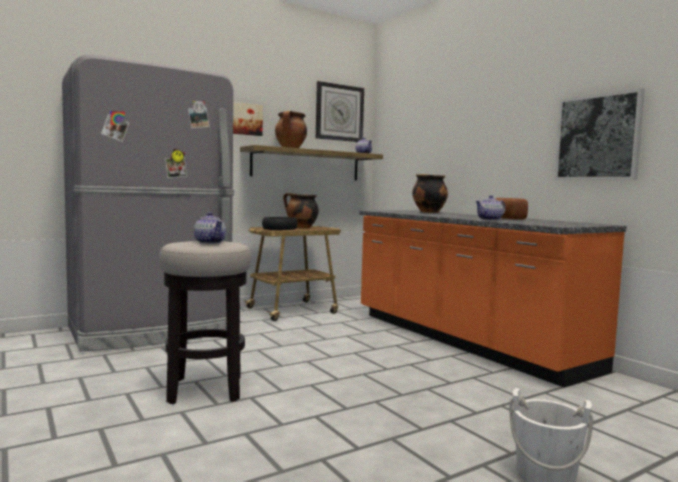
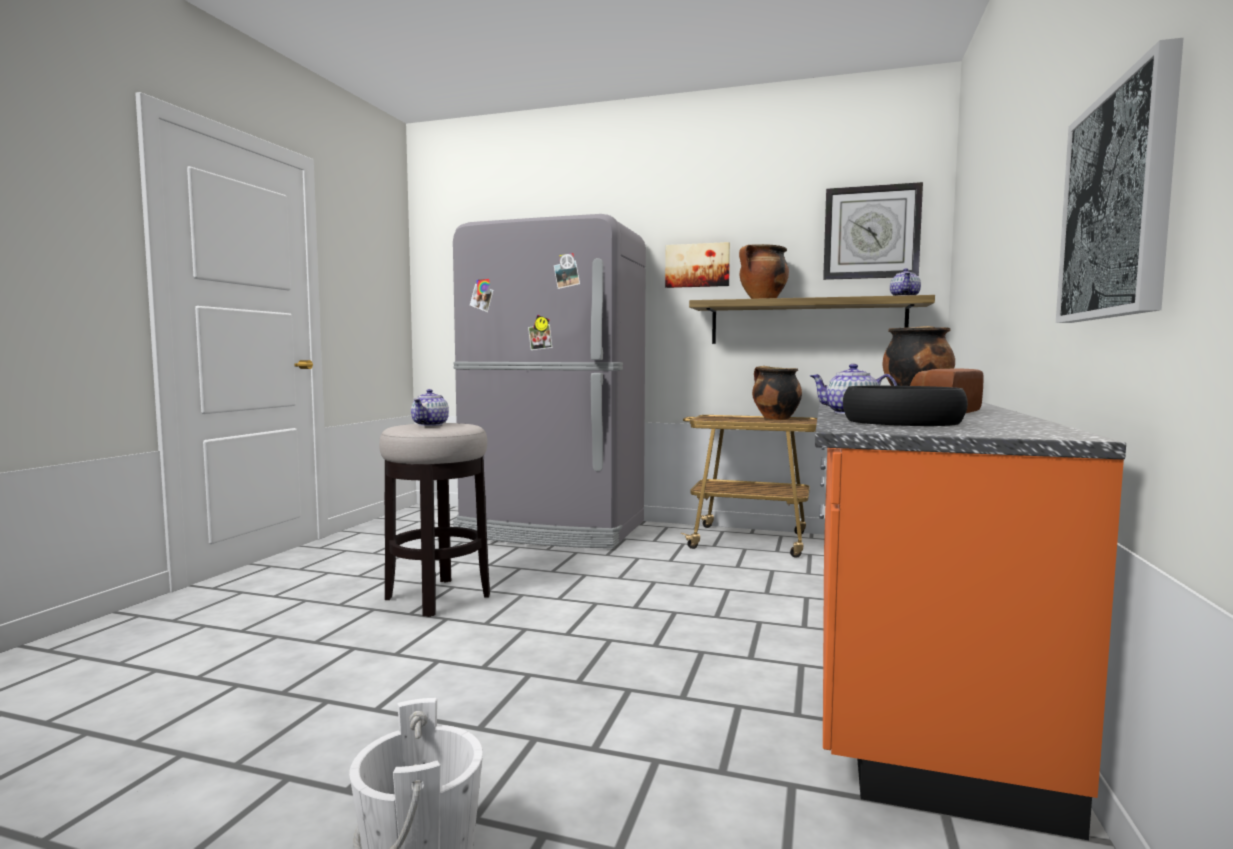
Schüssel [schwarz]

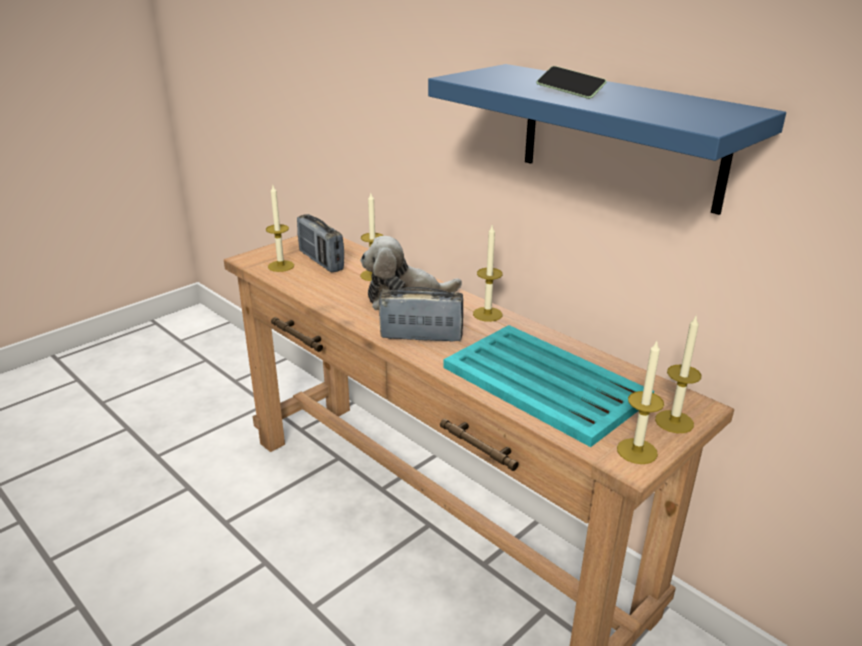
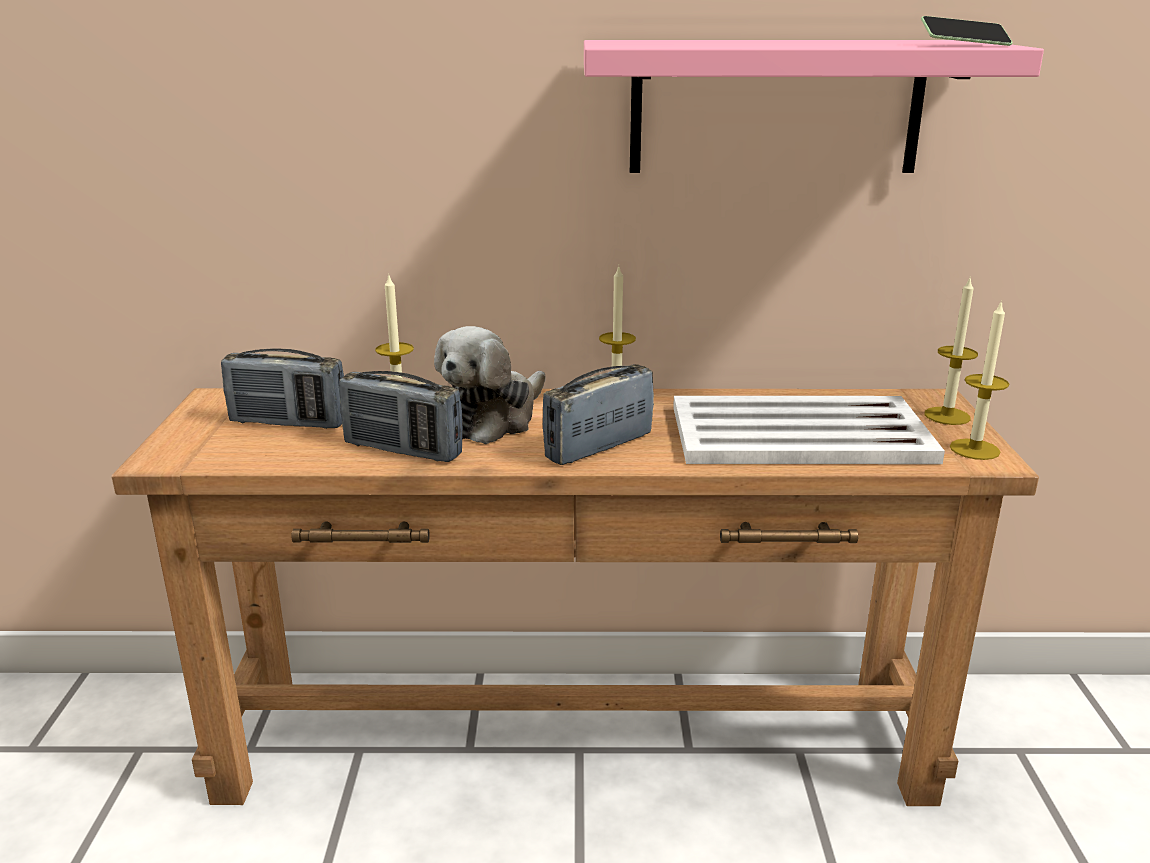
Kerze (1st from left in the first image)
Wandregal [rosa]
Tablett [weiß]
Handy
Radio (2nd from left)

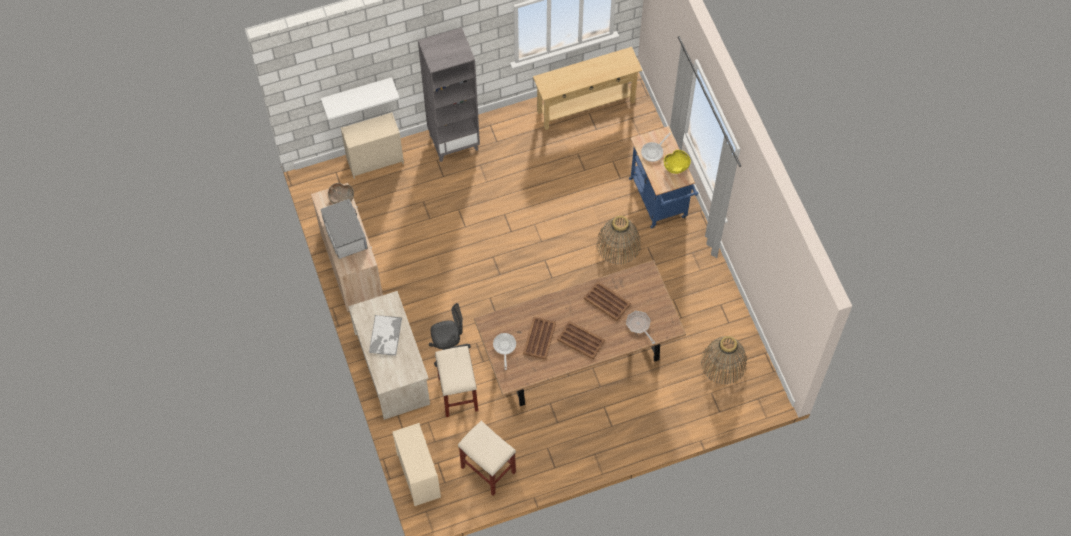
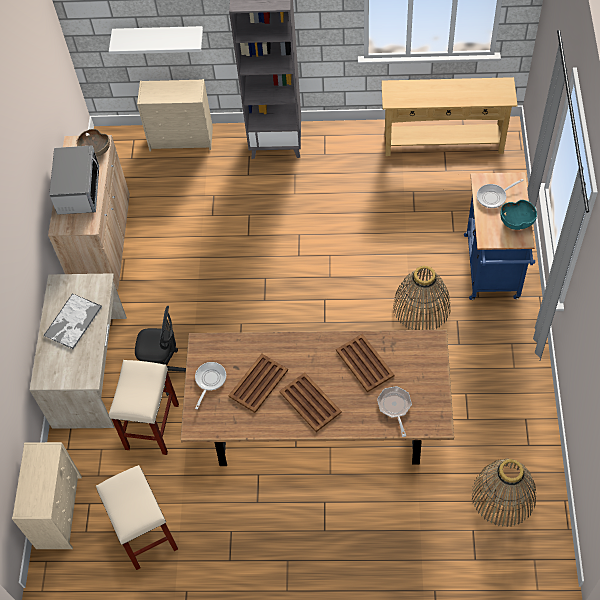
Schüssel [türkis]

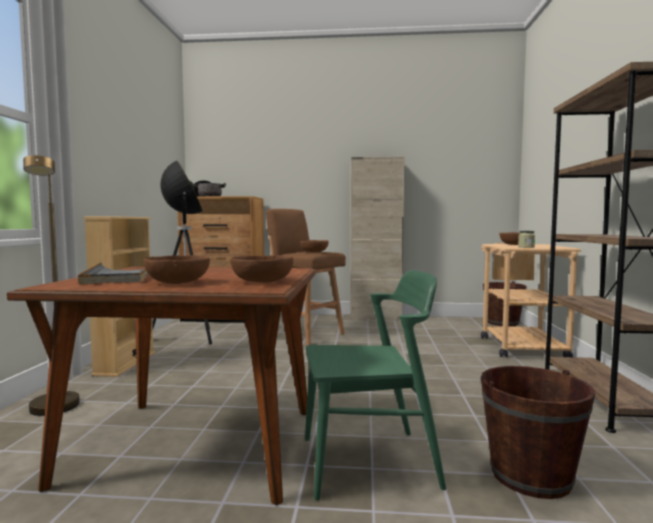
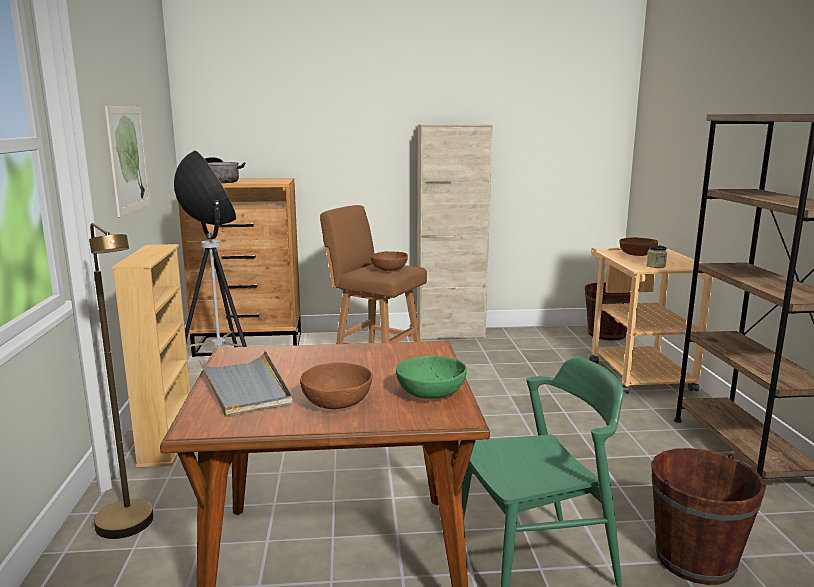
Schüssel [grün]
Bild

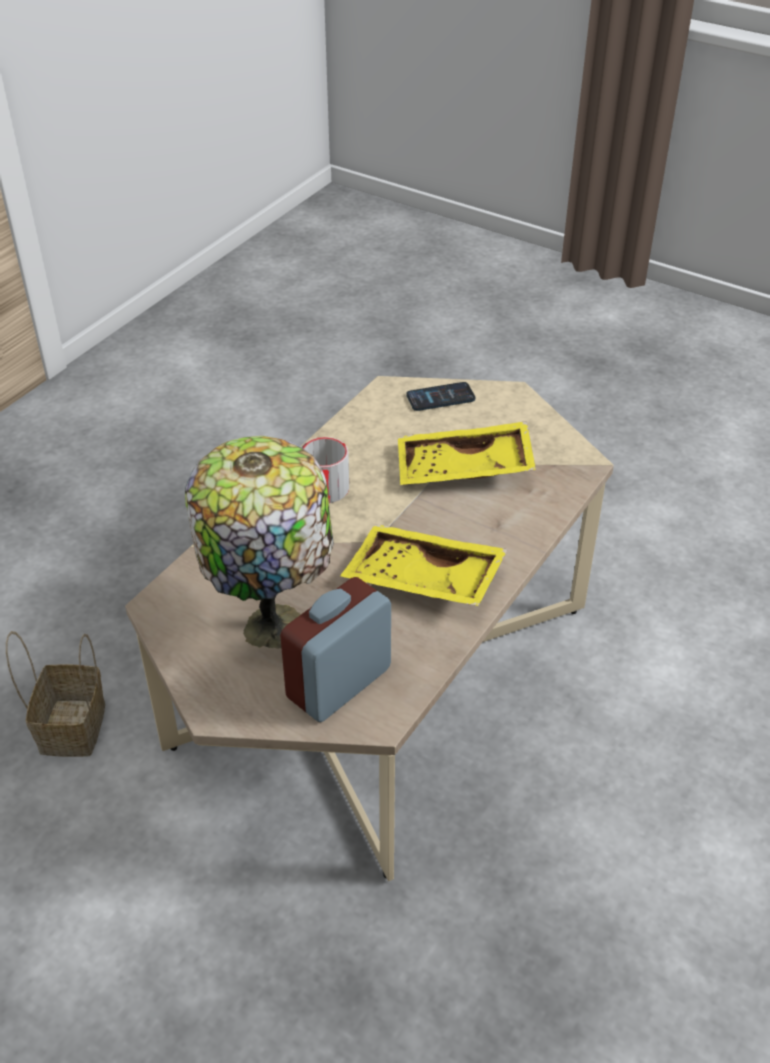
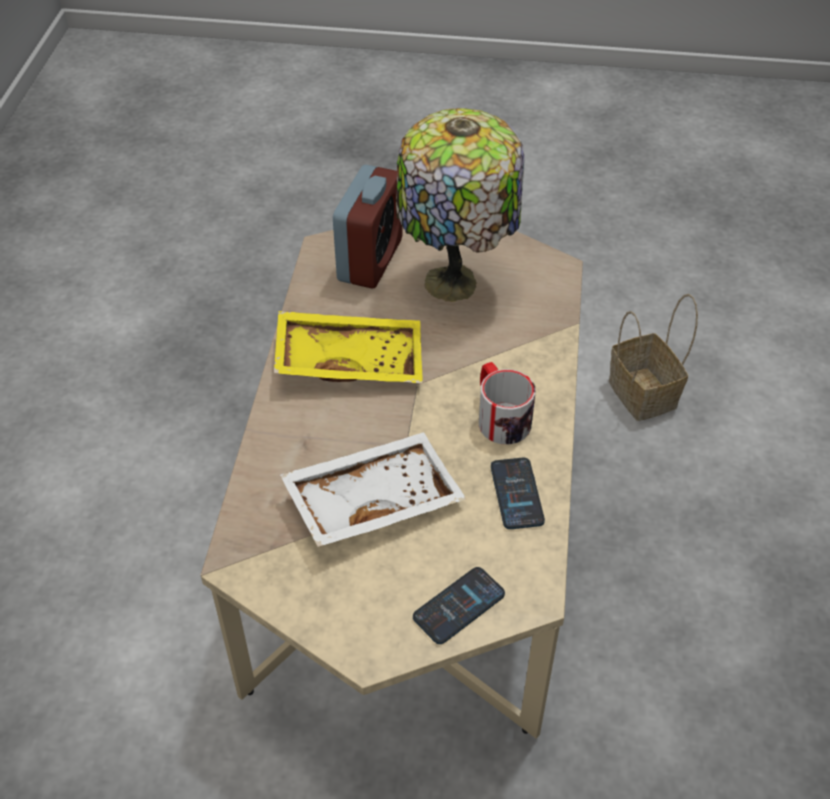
Tablett [weiß]
Handy (2nd from left)

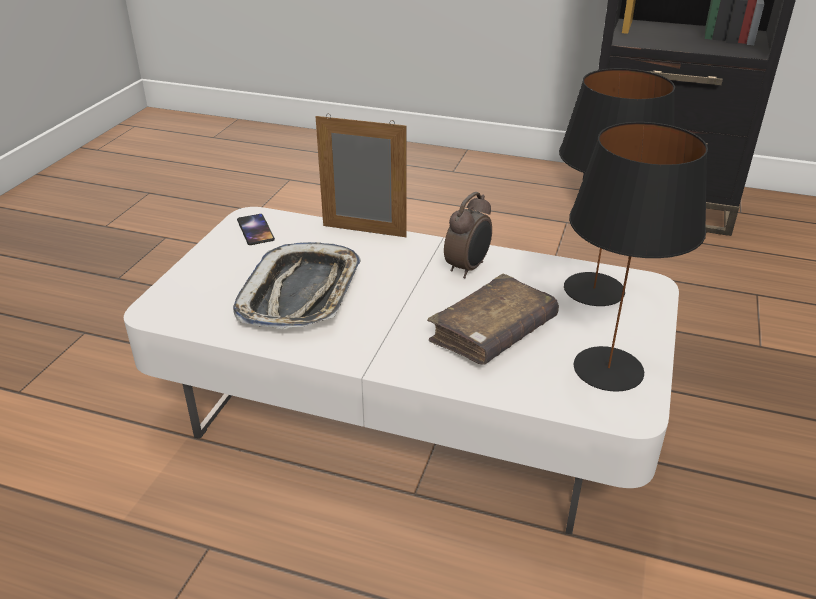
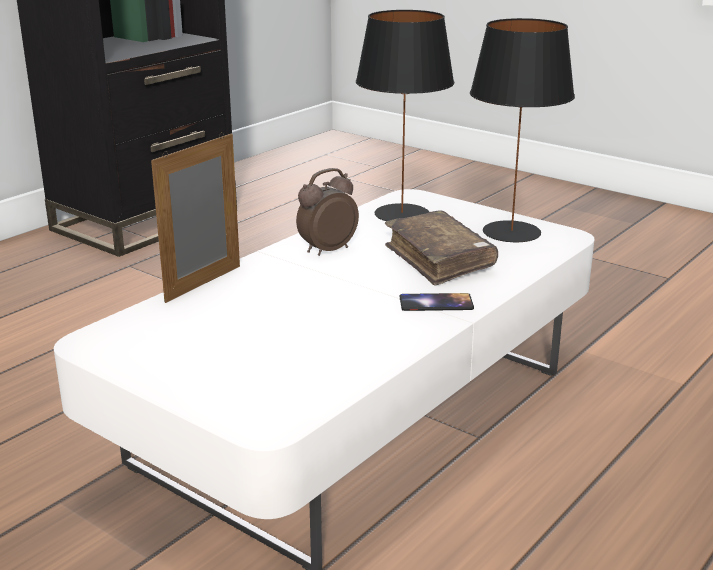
Tablett
Handy
Wecker

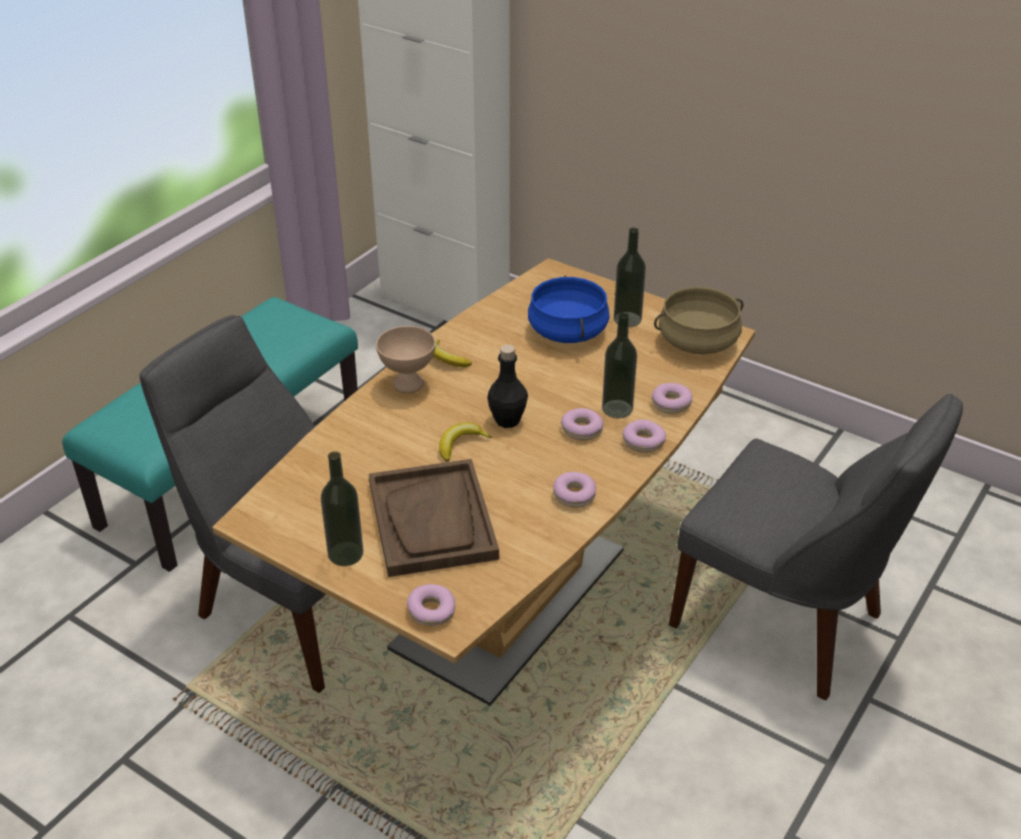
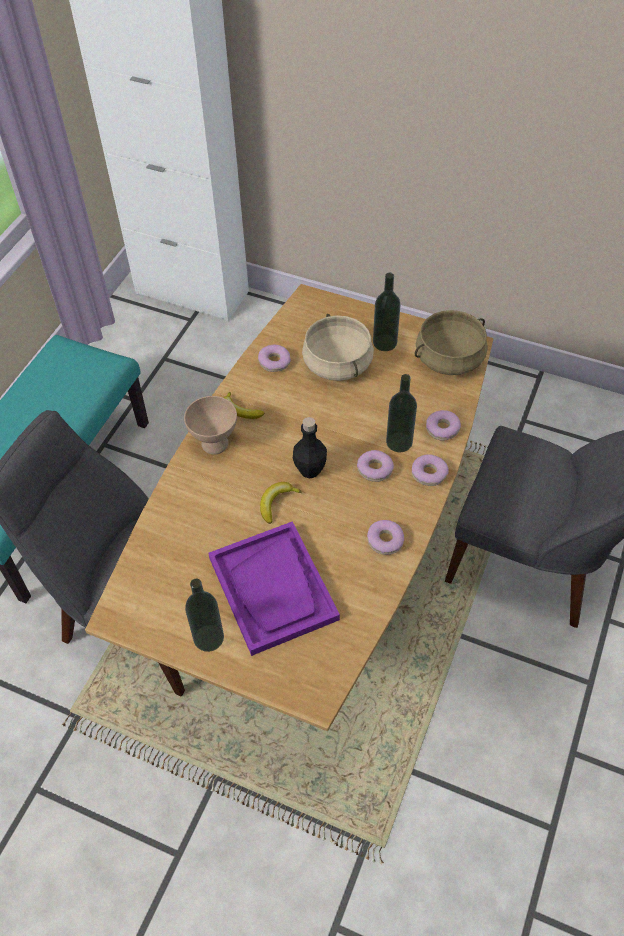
Tablett [lila]
Donut (1st from left)
Kochtopf [beige] (1st from left)

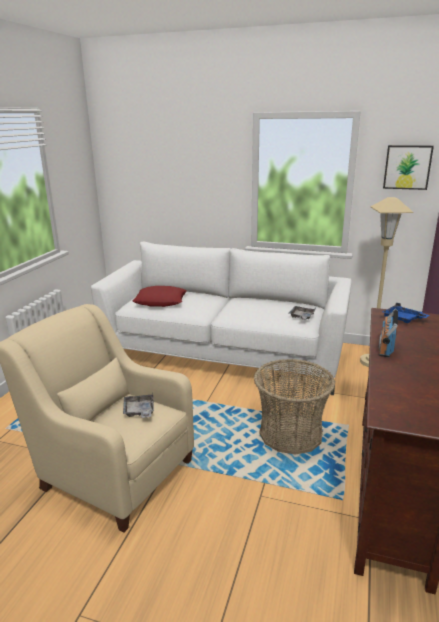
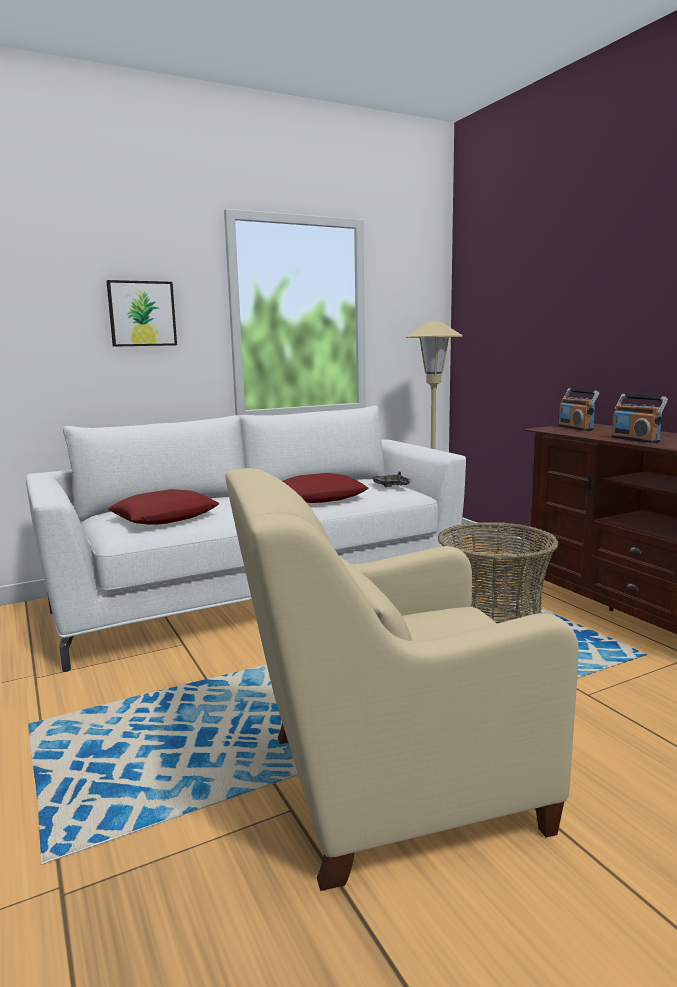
Tablett [grau] (1st from left in the first image)
Radio (1st from left)
Bild
Kissen [rot] (2nd from left)

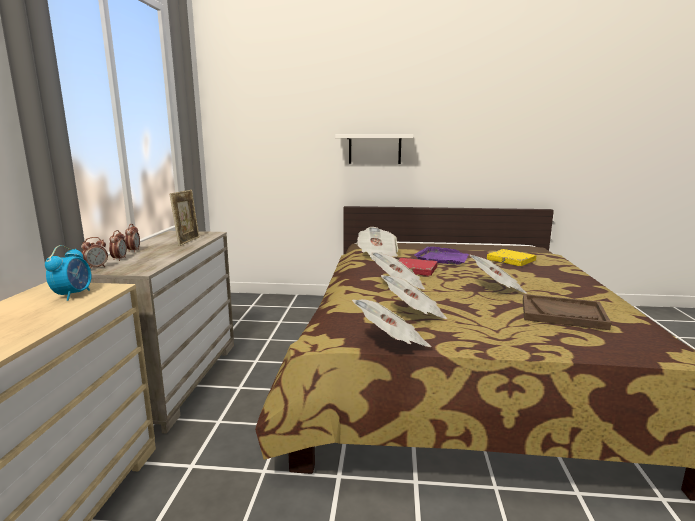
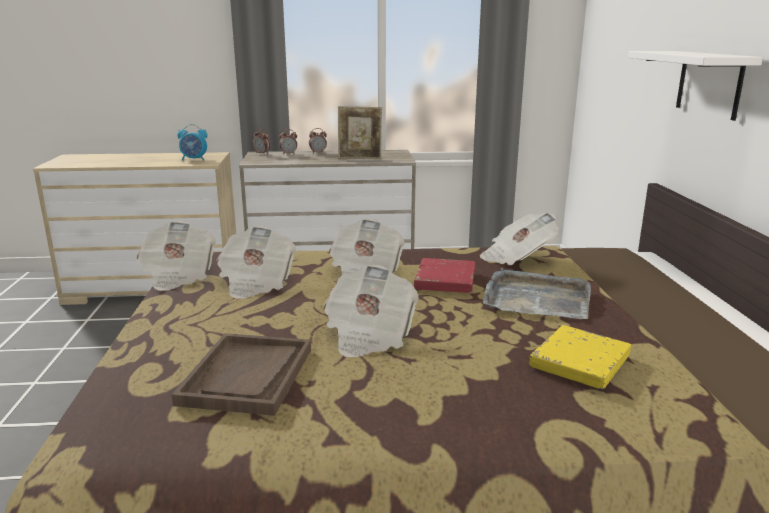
Tablett [grau]

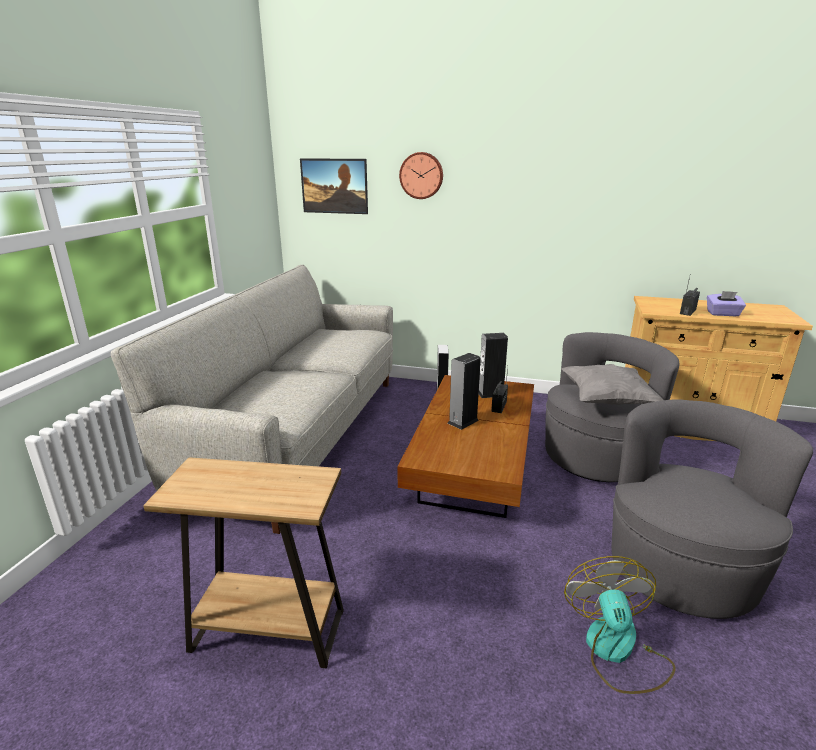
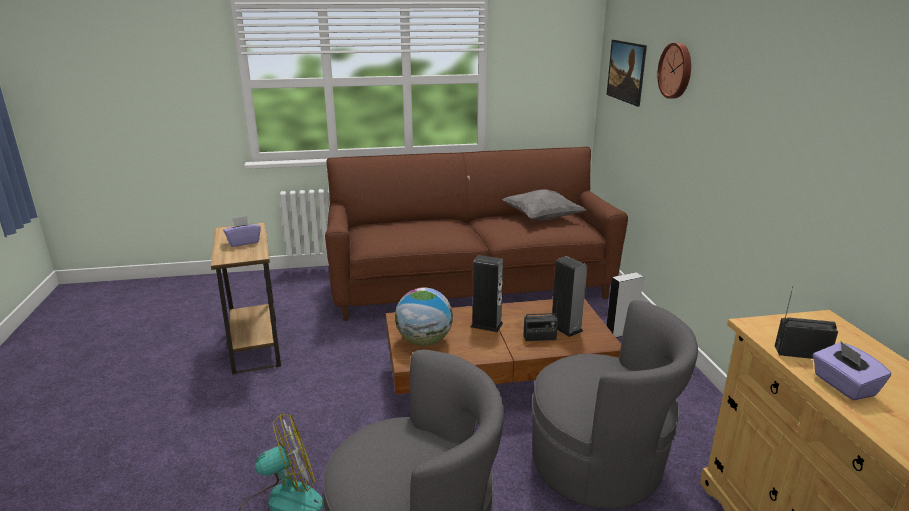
Sofa [braun]
Kissen [grau]
Taschentuchbox [lila] (1st from left)
Globus

